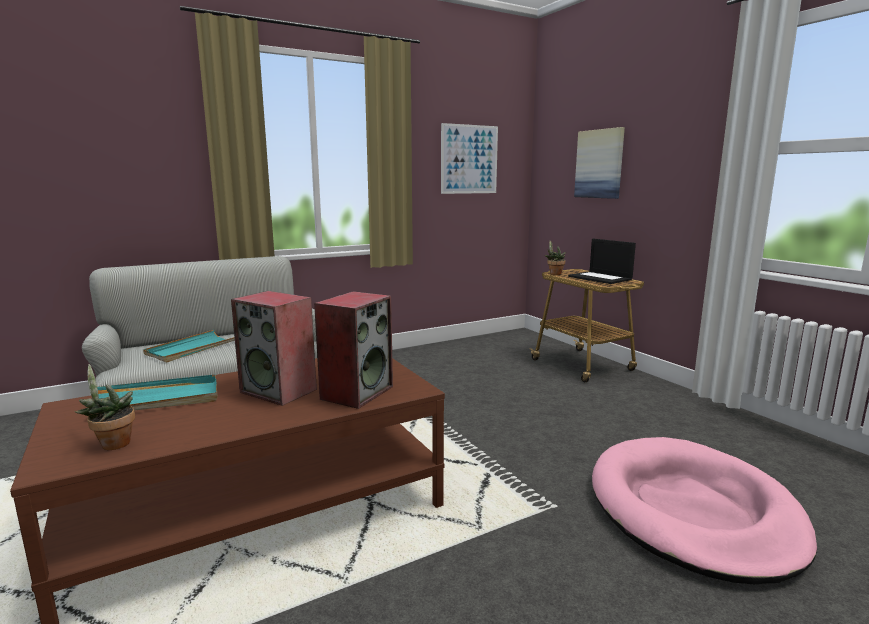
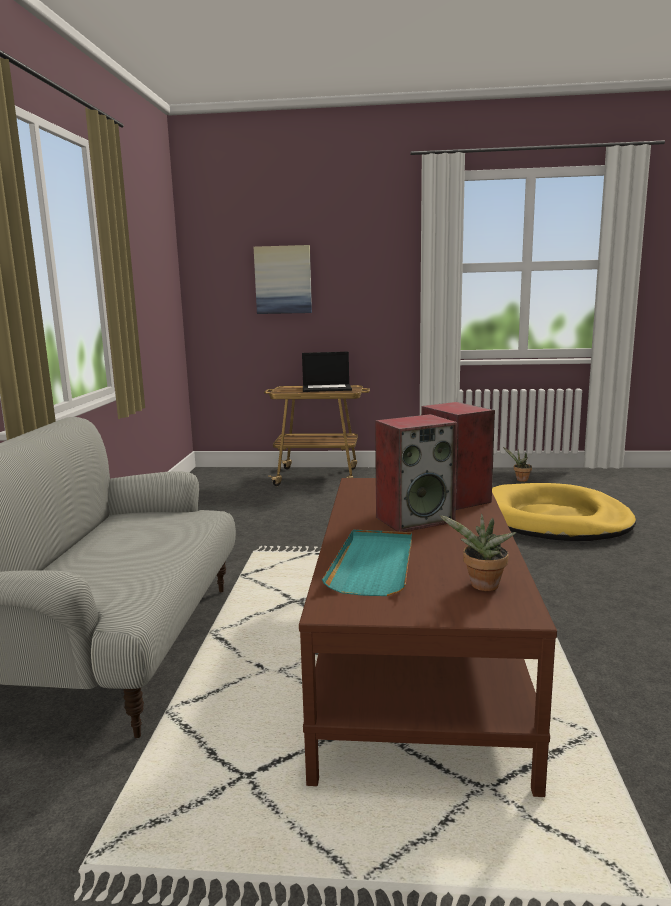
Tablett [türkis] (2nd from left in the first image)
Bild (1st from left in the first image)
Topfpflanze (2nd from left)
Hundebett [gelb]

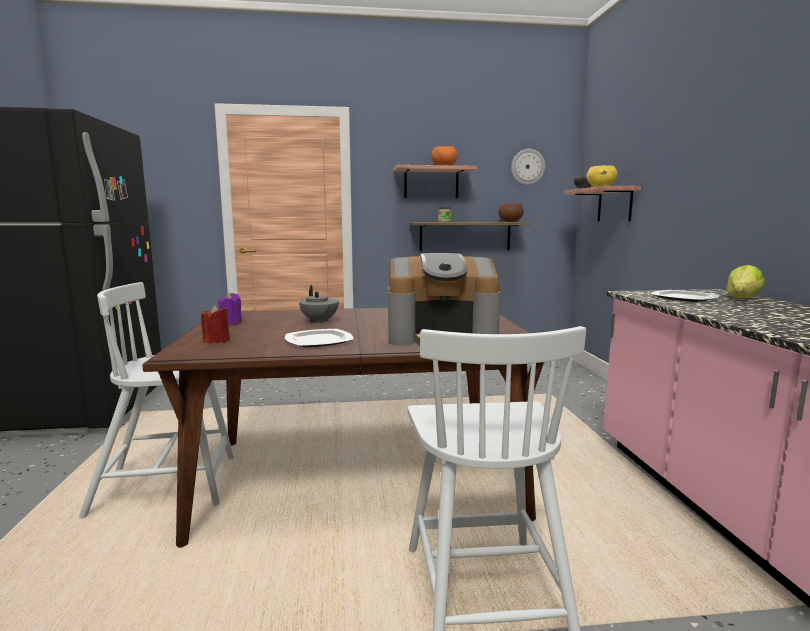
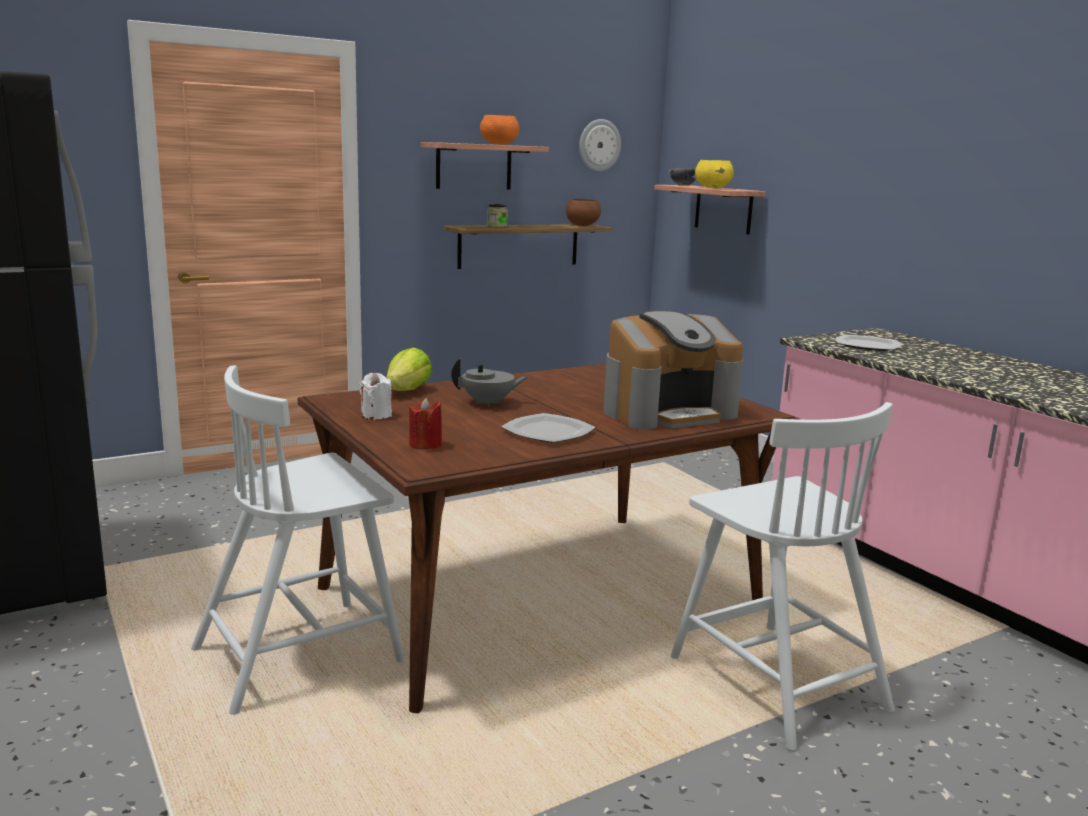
Kerze [weiß]
Teekanne [grau]
Salatkopf

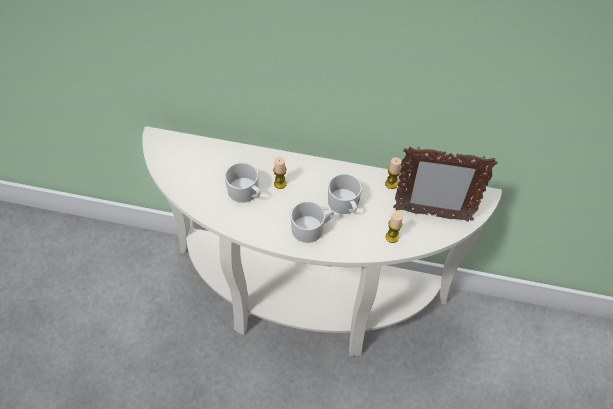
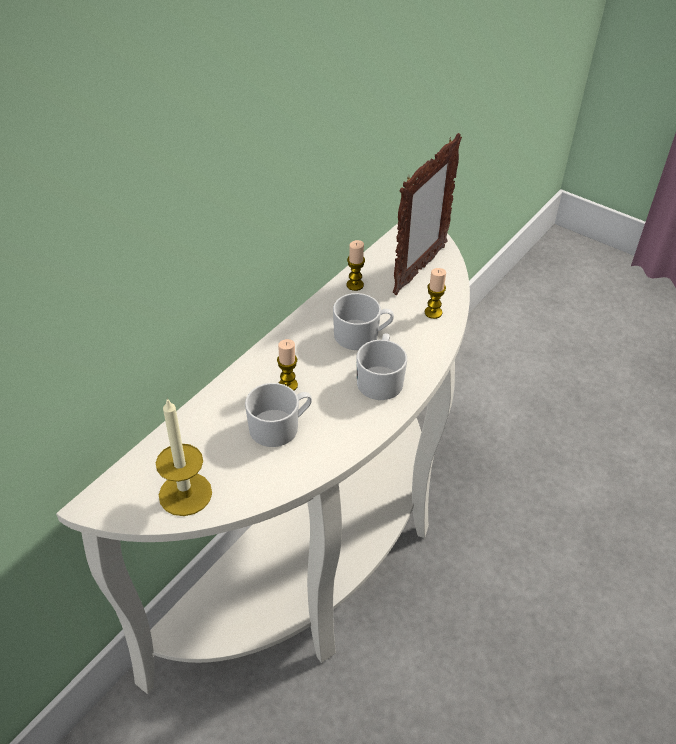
Kerze (1st from left)

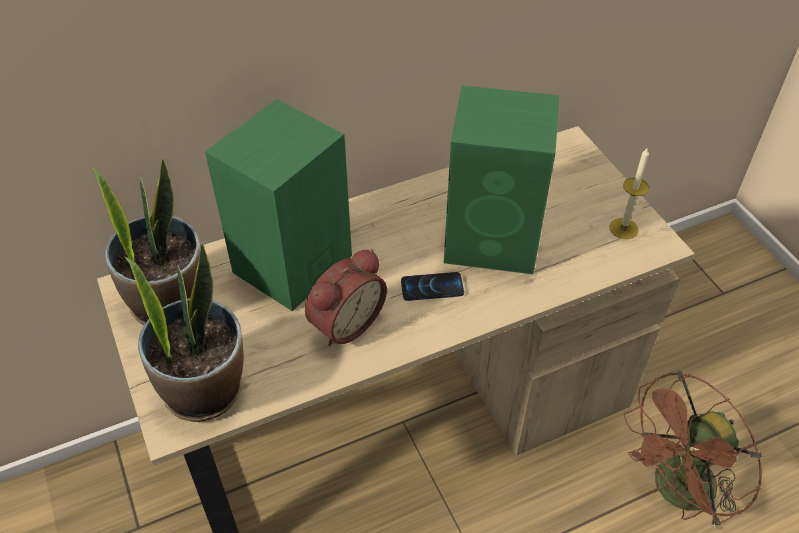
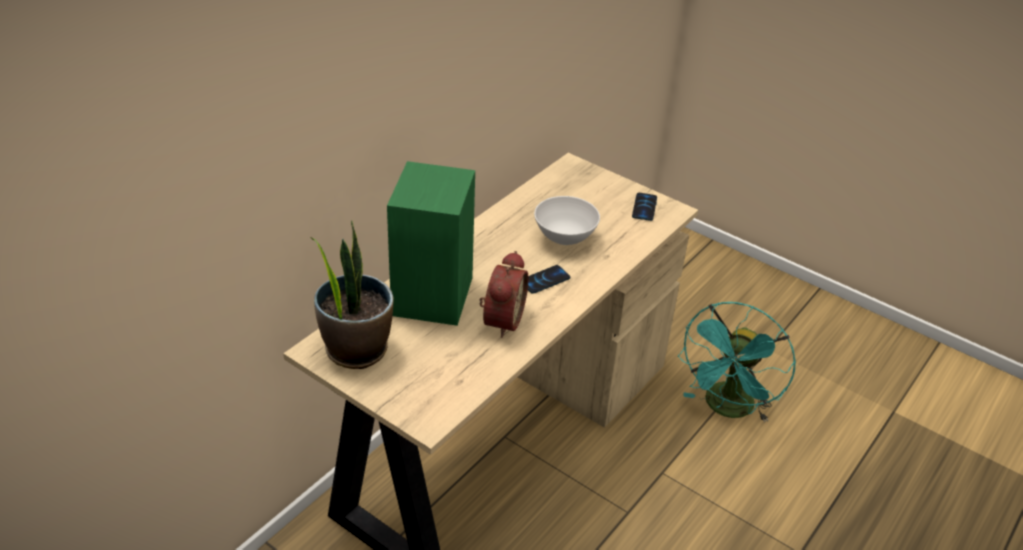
Topfpflanze (2nd from left in the first image)
Schüssel [weiß]
Handy (2nd from left)
Ventilator [türkis]

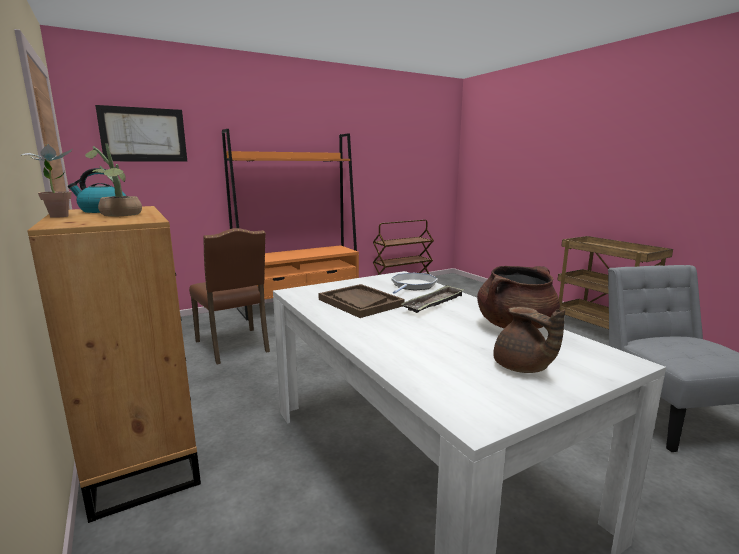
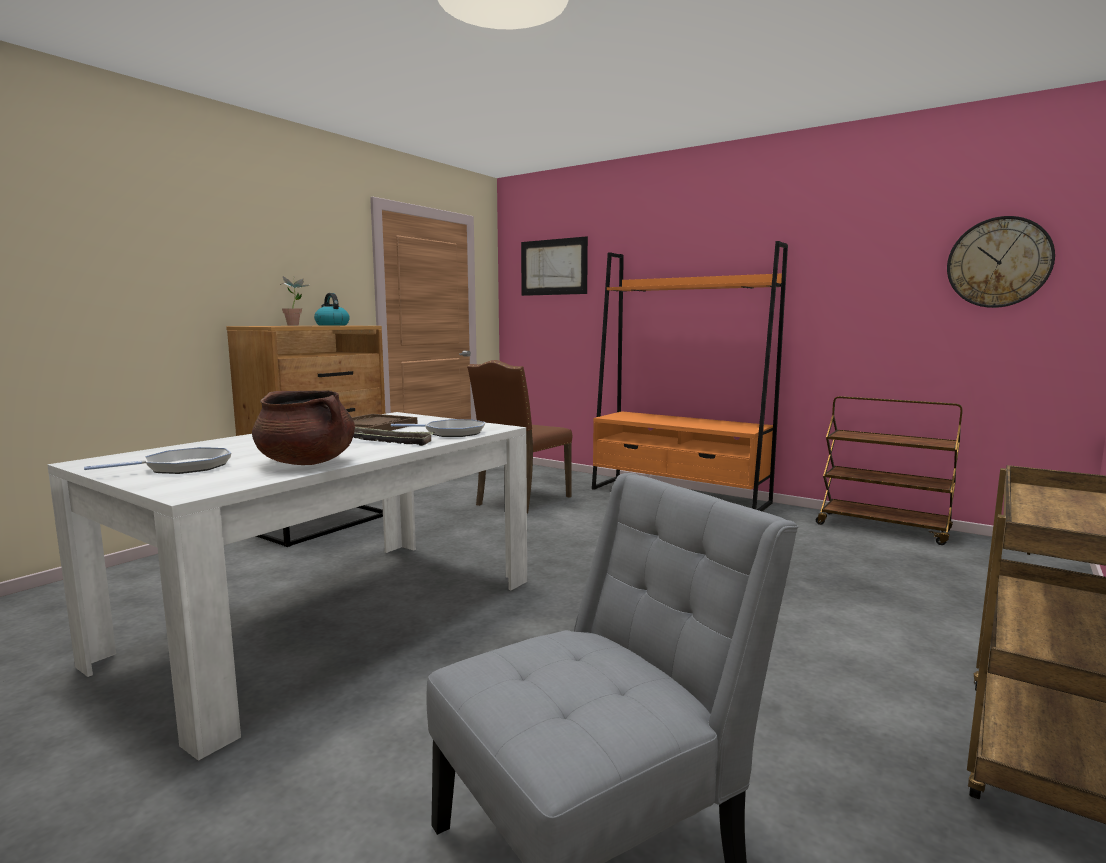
Topfpflanze (2nd from left in the first image)
Pfanne (1st from left)
Wanduhr

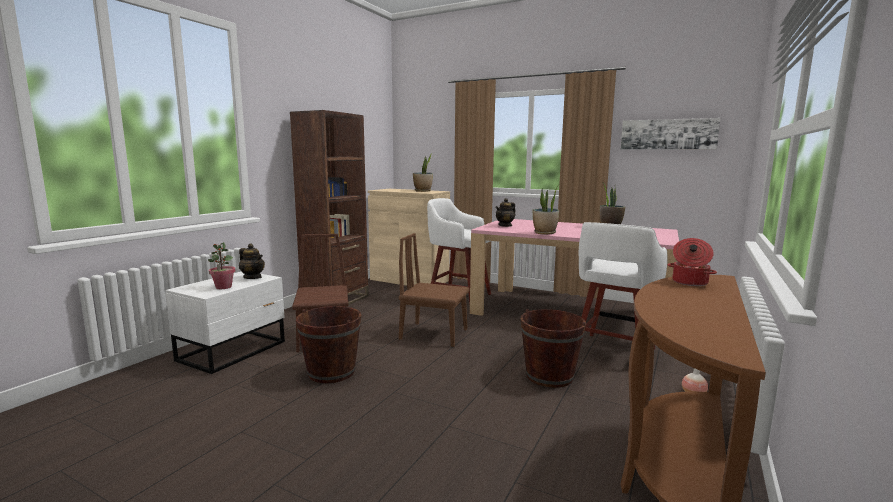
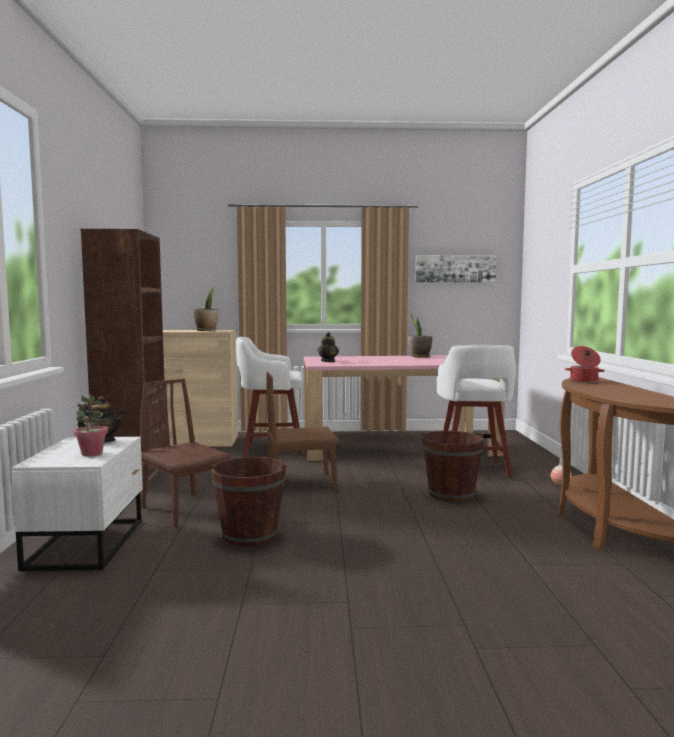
Topfpflanze (3rd from left in the first image)

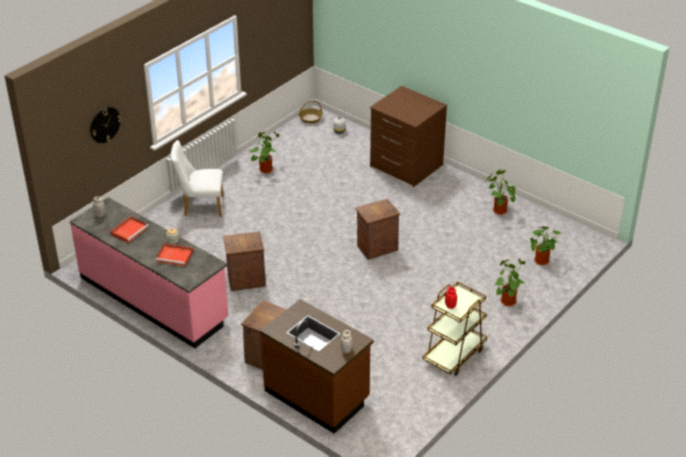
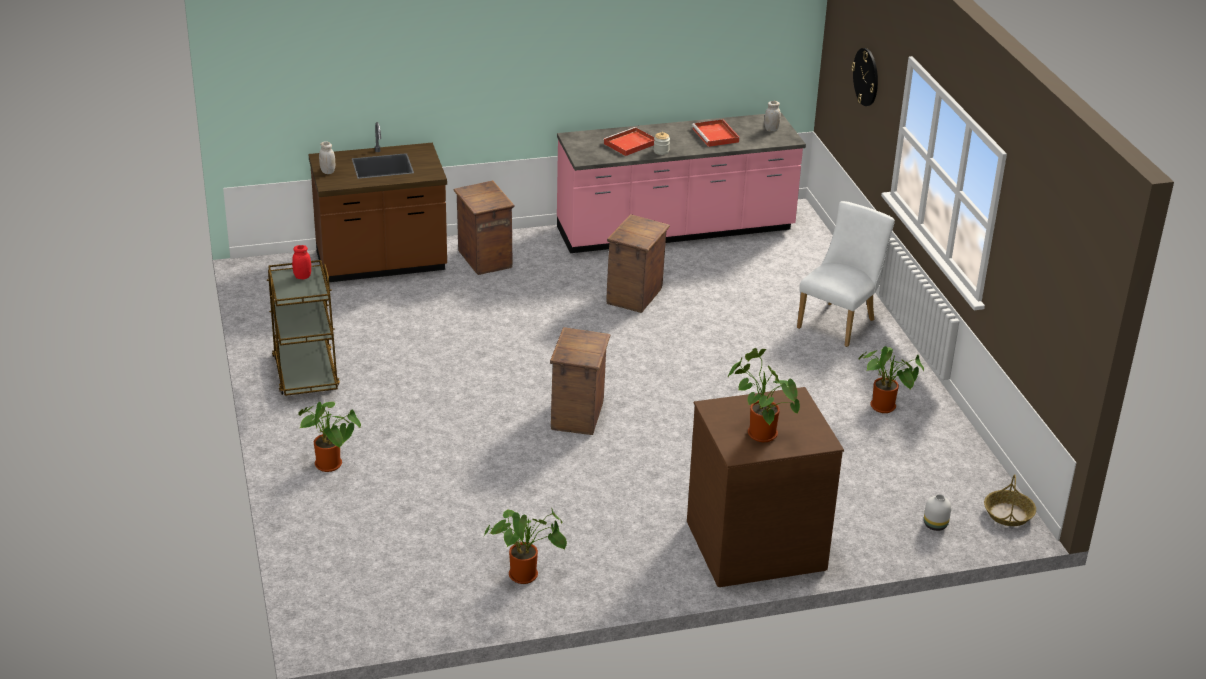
Topfpflanze (3rd from left)

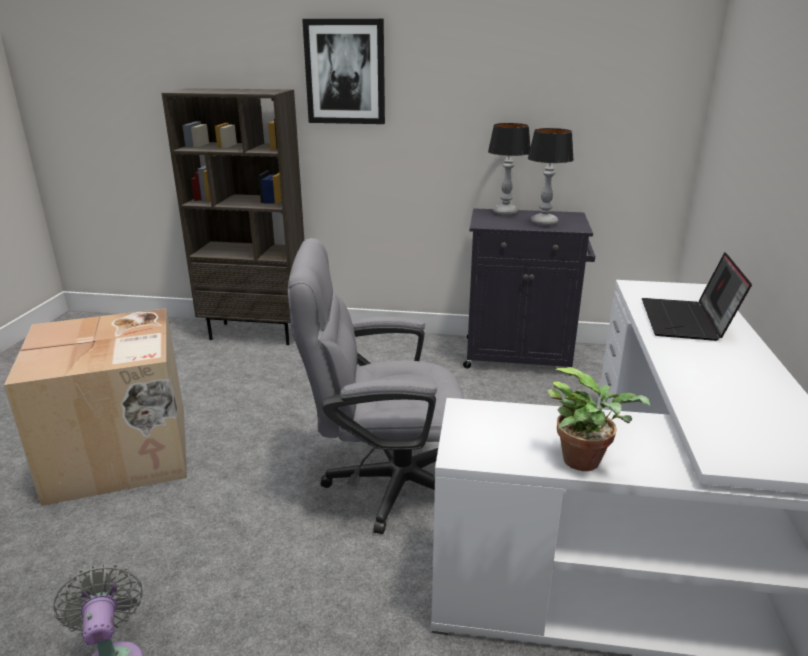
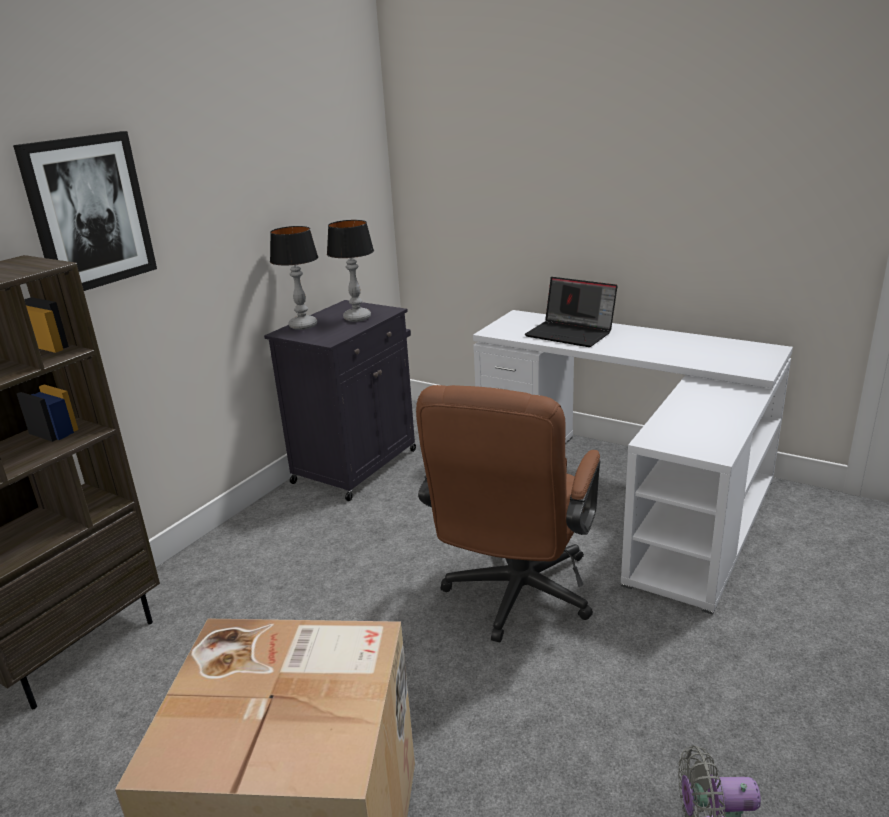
Bürostuhl [braun]
Topfpflanze

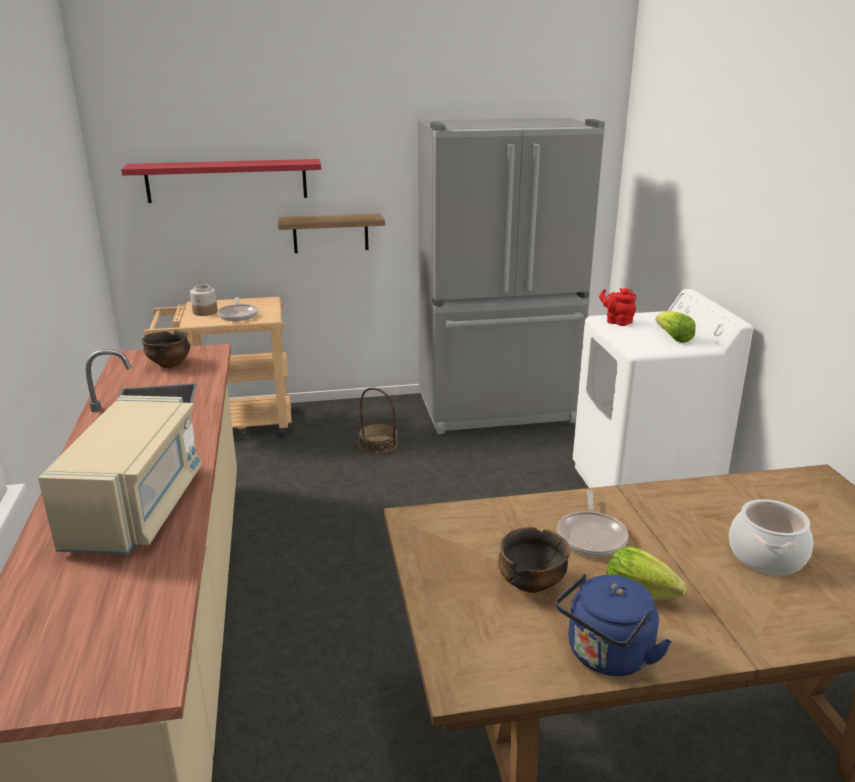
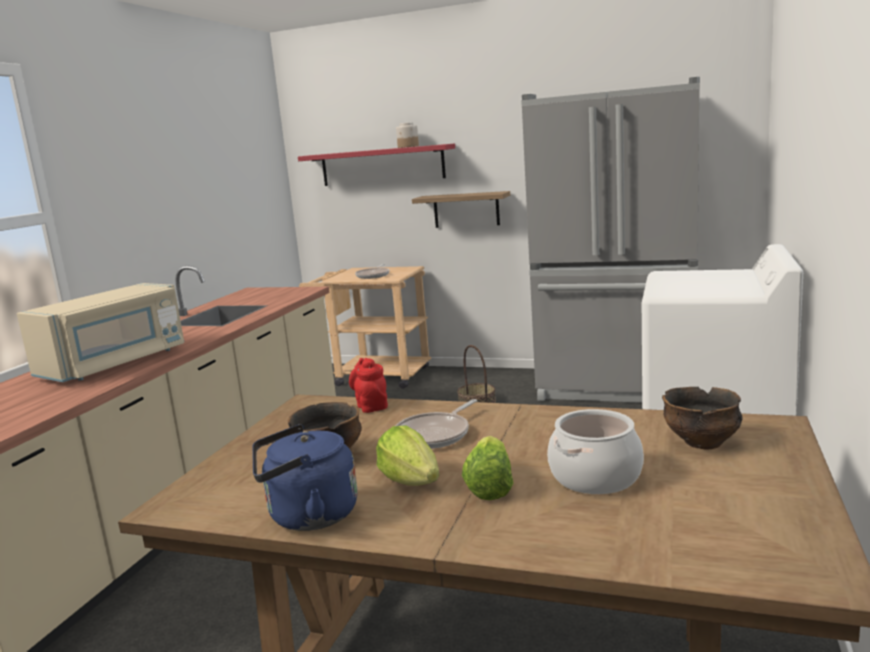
Schüssel (2nd from left)
Vorratsglas
Teekanne [rot]
Salatkopf (2nd from left)

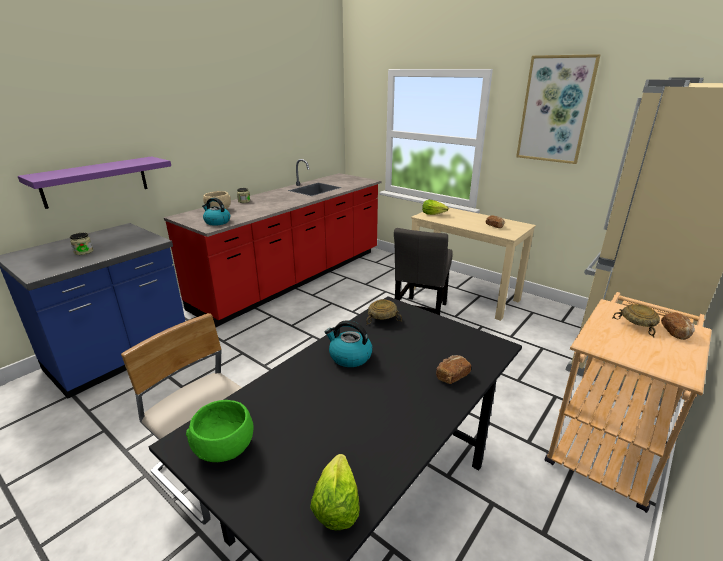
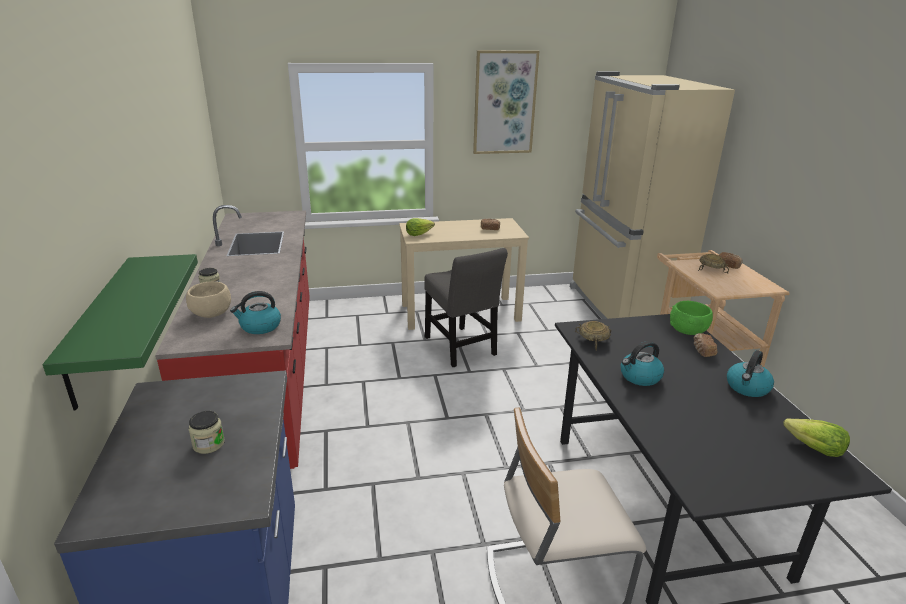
Wandregal [grün]
Schüssel [grün]
Wasserkessel (3rd from left)

